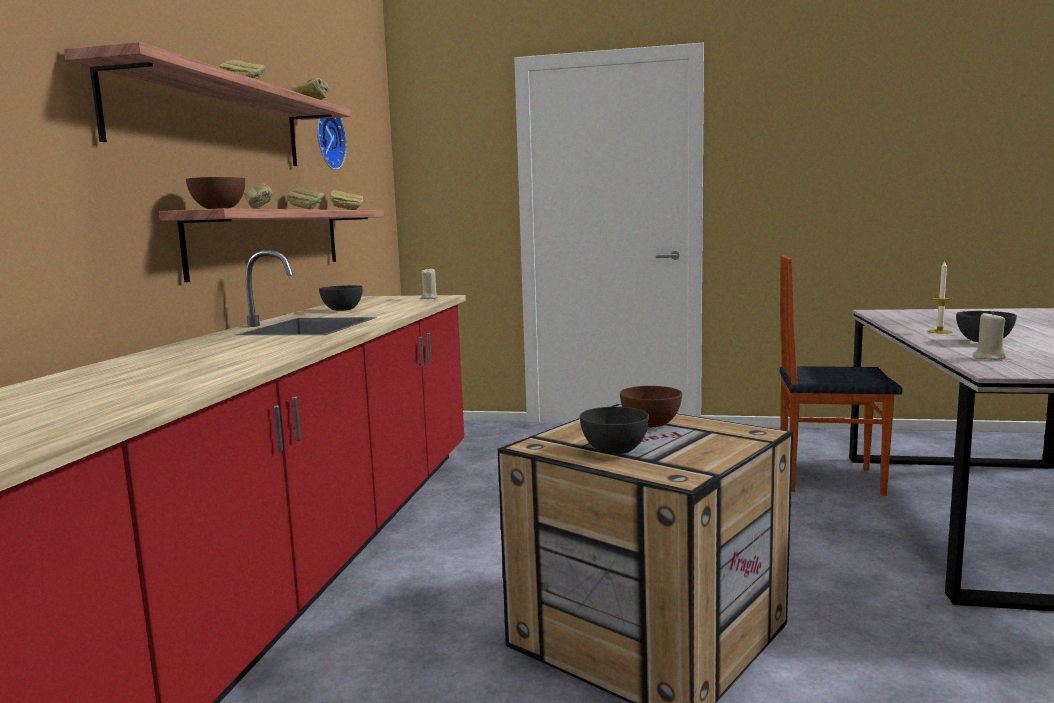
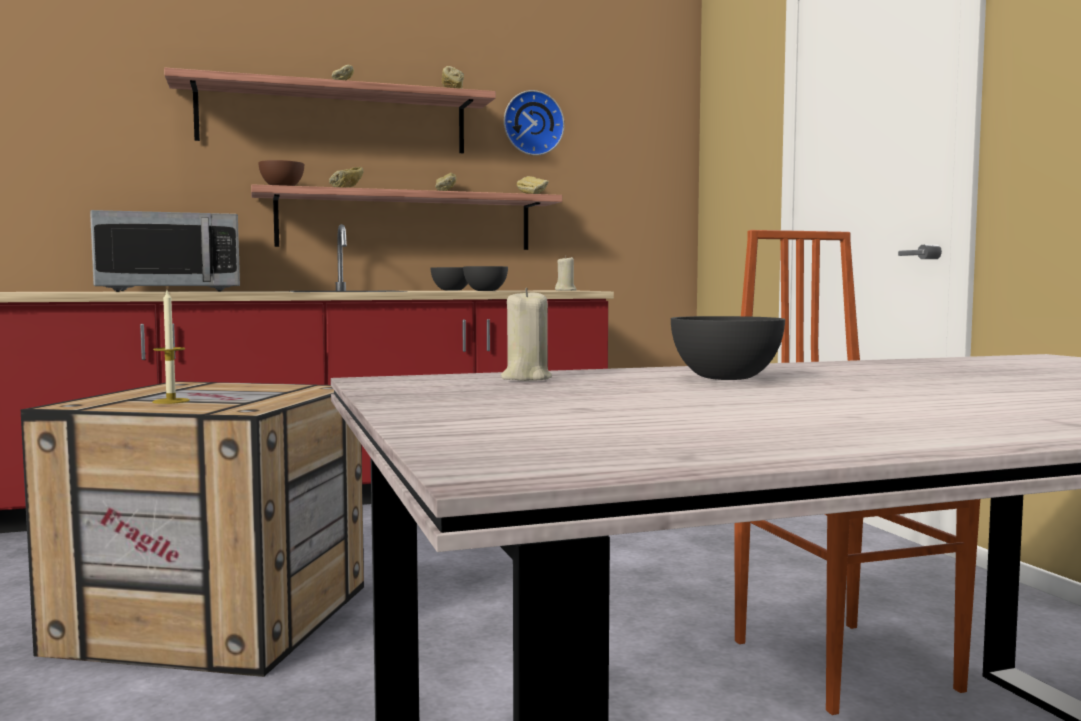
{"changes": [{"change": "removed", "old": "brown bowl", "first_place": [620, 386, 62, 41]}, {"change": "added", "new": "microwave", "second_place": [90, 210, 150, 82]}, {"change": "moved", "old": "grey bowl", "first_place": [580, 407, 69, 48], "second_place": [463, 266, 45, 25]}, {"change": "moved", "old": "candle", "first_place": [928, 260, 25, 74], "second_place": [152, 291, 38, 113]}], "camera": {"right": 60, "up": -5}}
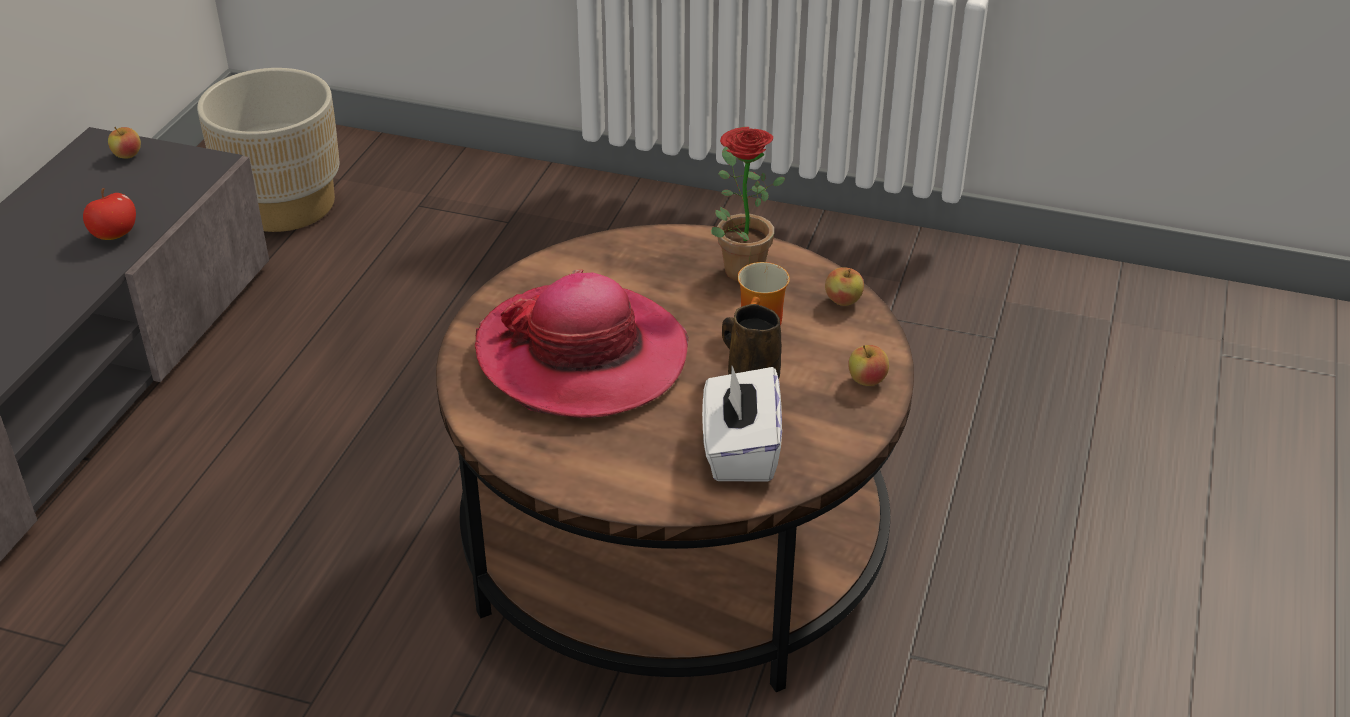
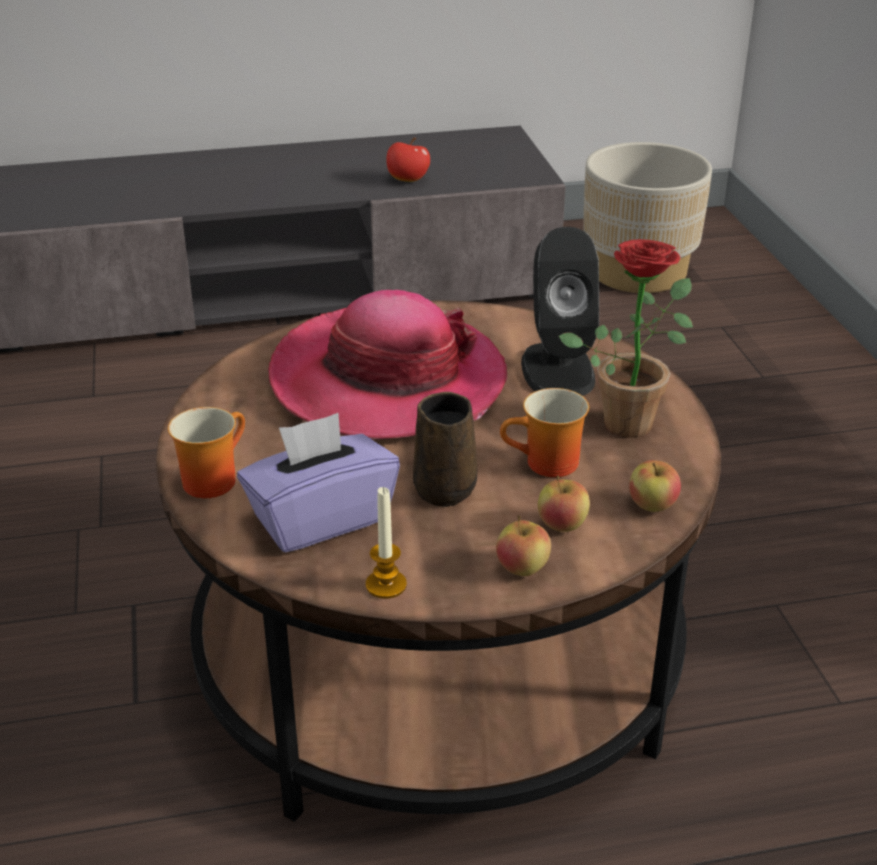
{"changes": [{"change": "added", "new": "mug", "second_place": [168, 407, 77, 91]}, {"change": "added", "new": "candle", "second_place": [366, 487, 41, 112]}, {"change": "added", "new": "black speaker", "second_place": [521, 227, 78, 169]}, {"change": "moved", "old": "apple", "first_place": [108, 127, 33, 31], "second_place": [538, 475, 52, 57]}, {"change": "recoloured", "old": "white tissue box", "new": "purple tissue box", "first_place": [702, 366, 80, 116], "second_place": [237, 413, 163, 139]}], "camera": {"right": 60, "up": -5}}
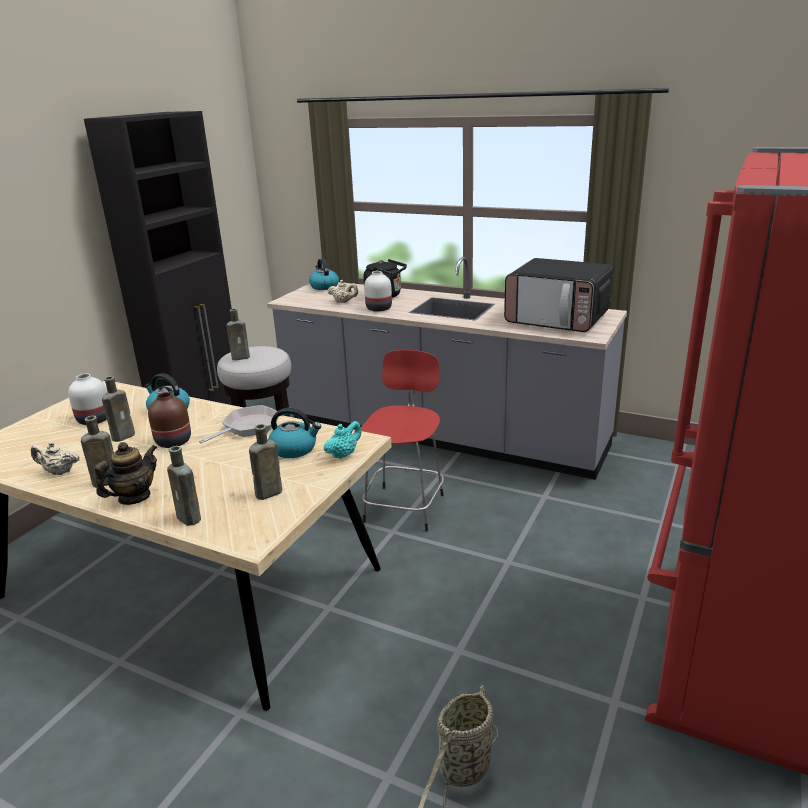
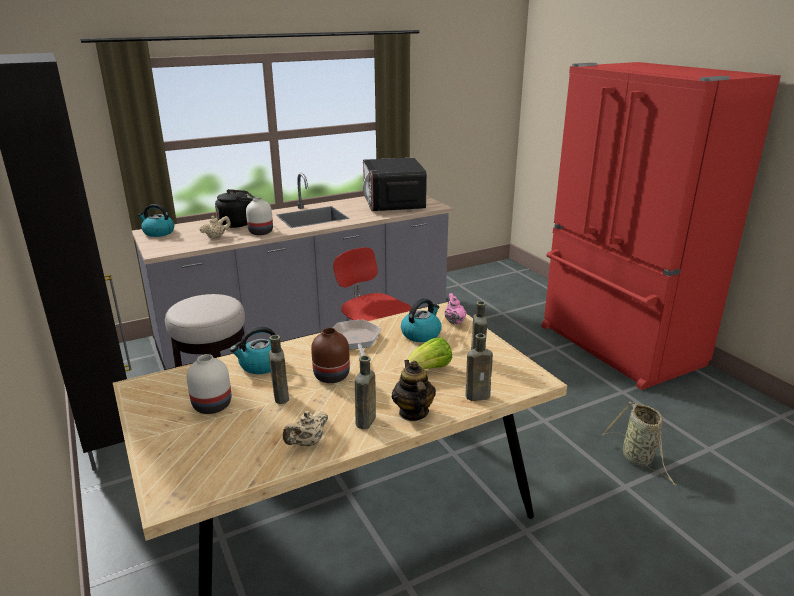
{"changes": [{"change": "removed", "old": "brown bottle", "first_place": [226, 309, 24, 51]}, {"change": "added", "new": "lettuce", "second_place": [408, 337, 45, 32]}, {"change": "recoloured", "old": "turquoise teapot", "new": "pink teapot", "first_place": [324, 421, 38, 38], "second_place": [444, 293, 22, 32]}, {"change": "turned", "old": "microwave", "first_place": [504, 258, 109, 74], "second_place": [363, 157, 64, 54], "degrees": 105}], "camera": {"right": -55, "up": 0}}
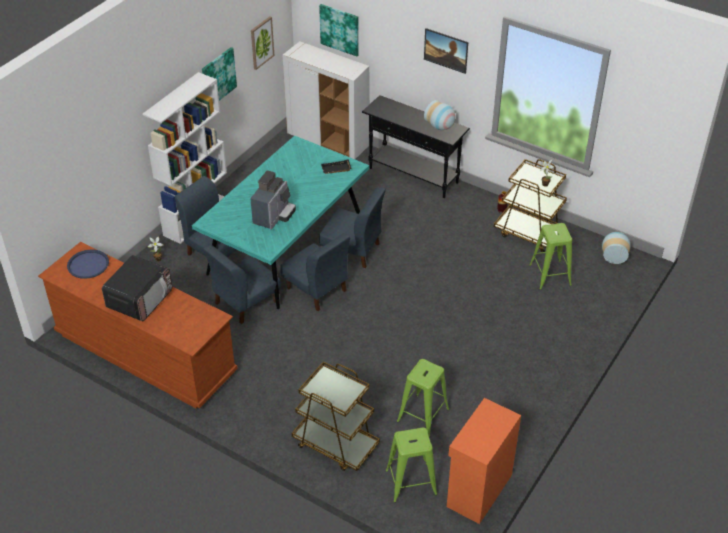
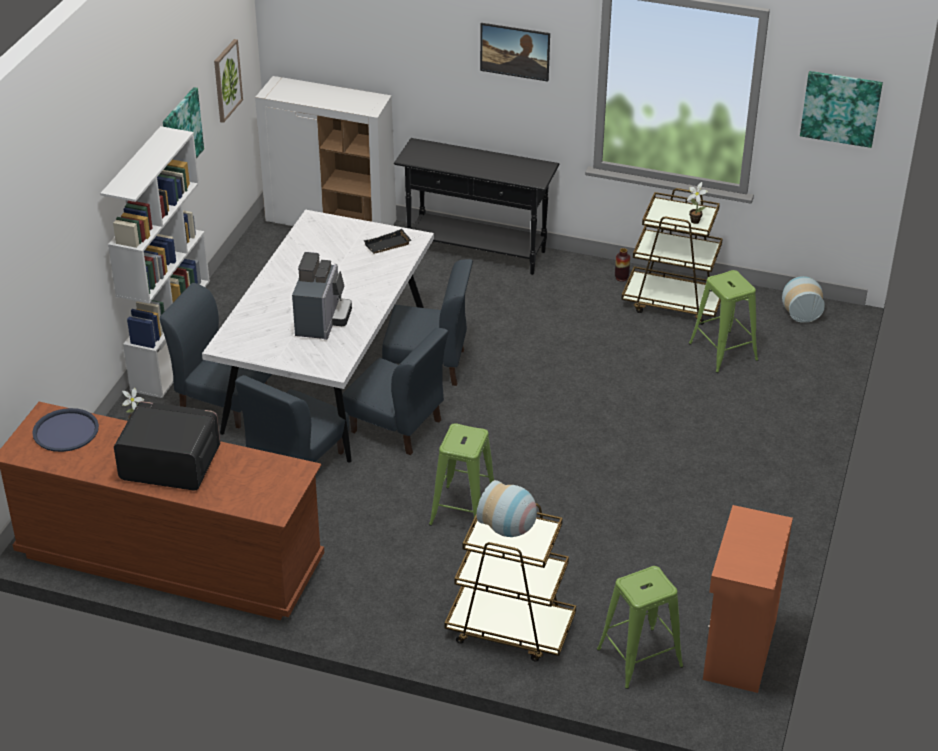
{"changes": [{"change": "moved", "old": "picture", "first_place": [319, 4, 40, 53], "second_place": [800, 71, 83, 77]}, {"change": "moved", "old": "green stool", "first_place": [397, 359, 52, 78], "second_place": [429, 423, 65, 103]}, {"change": "moved", "old": "vase", "first_place": [424, 100, 32, 30], "second_place": [477, 480, 60, 57]}, {"change": "recoloured", "old": "turquoise dining table", "new": "white dining table", "first_place": [192, 135, 177, 174], "second_place": [202, 210, 232, 253]}, {"change": "turned", "old": "microwave", "first_place": [102, 255, 70, 66], "second_place": [114, 401, 106, 90], "degrees": -90}], "camera": {"right": -15, "up": -5}}
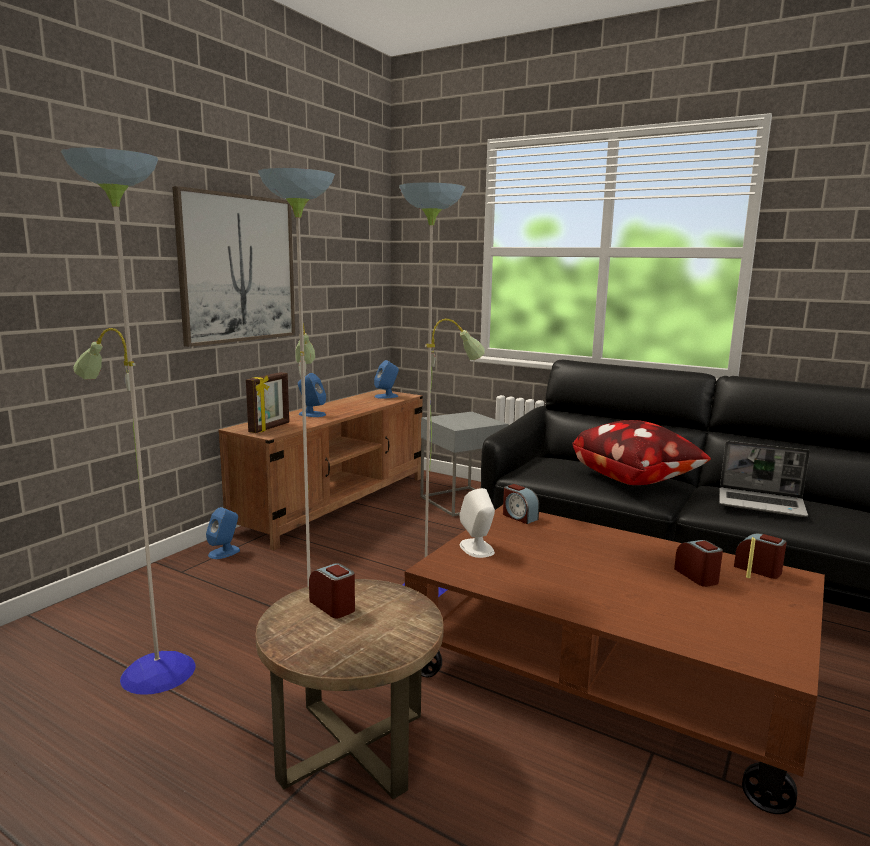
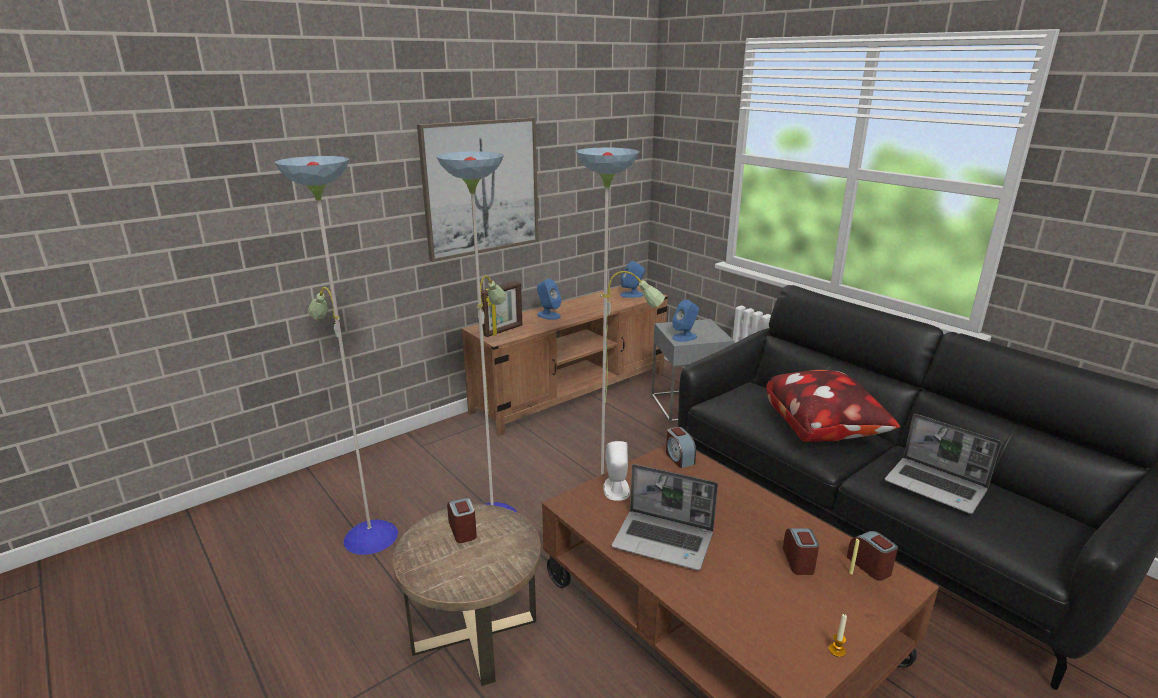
{"changes": [{"change": "added", "new": "laptop", "second_place": [612, 464, 106, 106]}, {"change": "added", "new": "candle", "second_place": [829, 614, 18, 43]}, {"change": "moved", "old": "blue speaker", "first_place": [206, 507, 34, 52], "second_place": [672, 300, 27, 42]}], "camera": {"right": 20, "up": 10}}
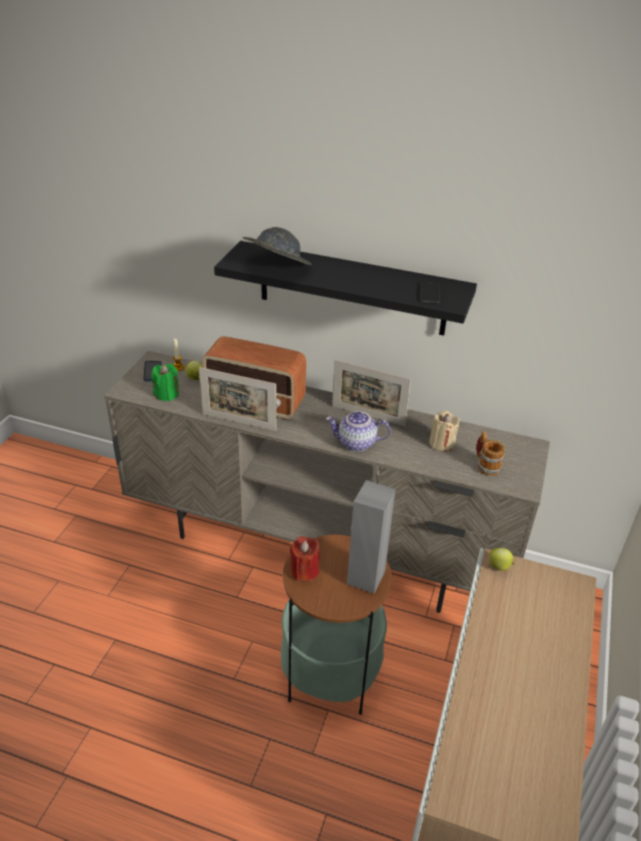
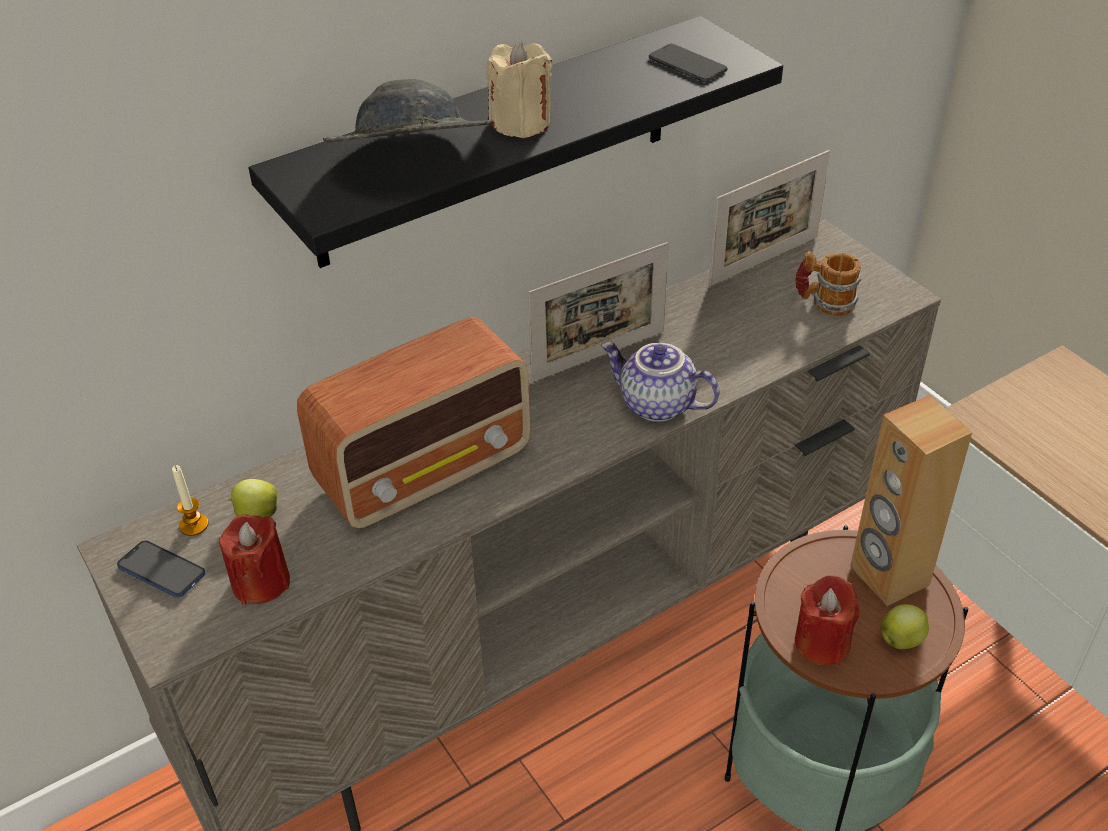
{"changes": [{"change": "moved", "old": "picture frame", "first_place": [199, 367, 77, 64], "second_place": [709, 150, 121, 136]}, {"change": "moved", "old": "beige candle", "first_place": [429, 411, 31, 40], "second_place": [487, 41, 66, 97]}, {"change": "moved", "old": "apple", "first_place": [489, 548, 26, 23], "second_place": [880, 604, 49, 45]}, {"change": "recoloured", "old": "green candle", "new": "red candle", "first_place": [151, 364, 28, 37], "second_place": [219, 514, 71, 91]}, {"change": "recoloured", "old": "grey speaker", "new": "brown speaker", "first_place": [347, 480, 49, 114], "second_place": [850, 395, 122, 211]}, {"change": "turned", "old": "teapot", "first_place": [326, 411, 65, 41], "second_place": [601, 341, 119, 81], "degrees": 75}], "camera": {"right": -50, "up": 5}}
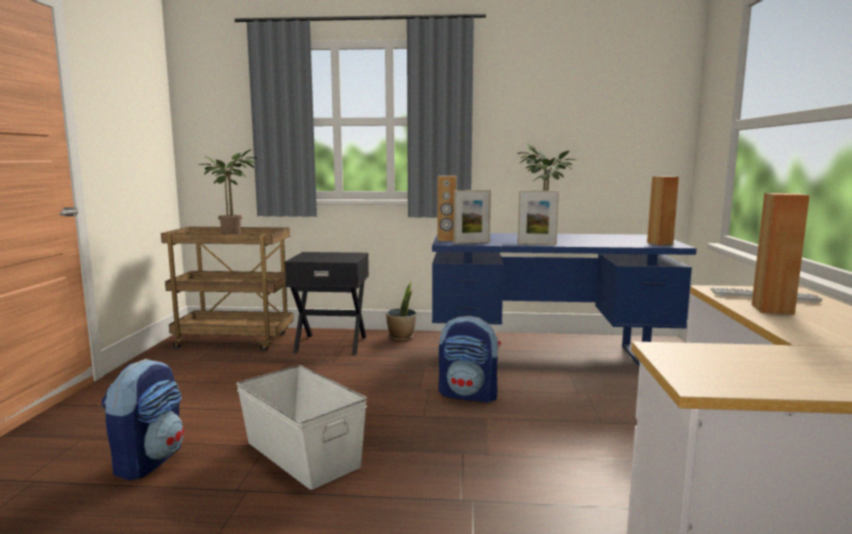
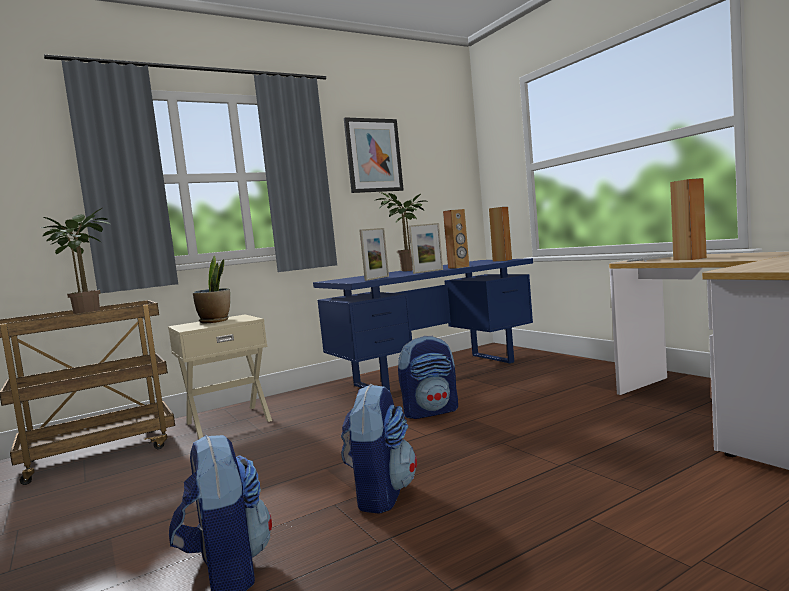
{"changes": [{"change": "added", "new": "picture", "second_place": [344, 117, 60, 76]}, {"change": "moved", "old": "potted plant", "first_place": [386, 283, 30, 58], "second_place": [193, 256, 37, 67]}, {"change": "moved", "old": "brown speaker", "first_place": [438, 176, 19, 65], "second_place": [443, 209, 26, 59]}, {"change": "replaced", "old": "white storage box", "new": "backpack", "first_place": [236, 365, 131, 125], "second_place": [341, 384, 76, 130]}, {"change": "recoloured", "old": "black nightstand", "new": "beige nightstand", "first_place": [285, 252, 84, 103], "second_place": [168, 315, 104, 124]}], "camera": {"right": -35, "up": -5}}
